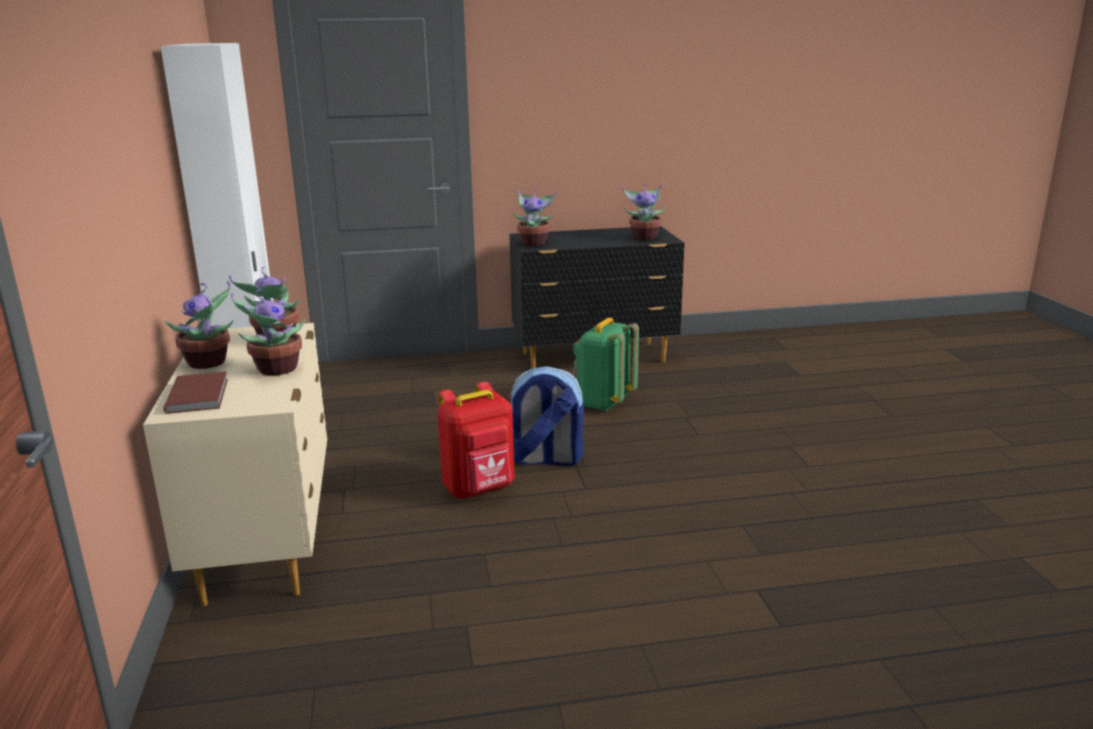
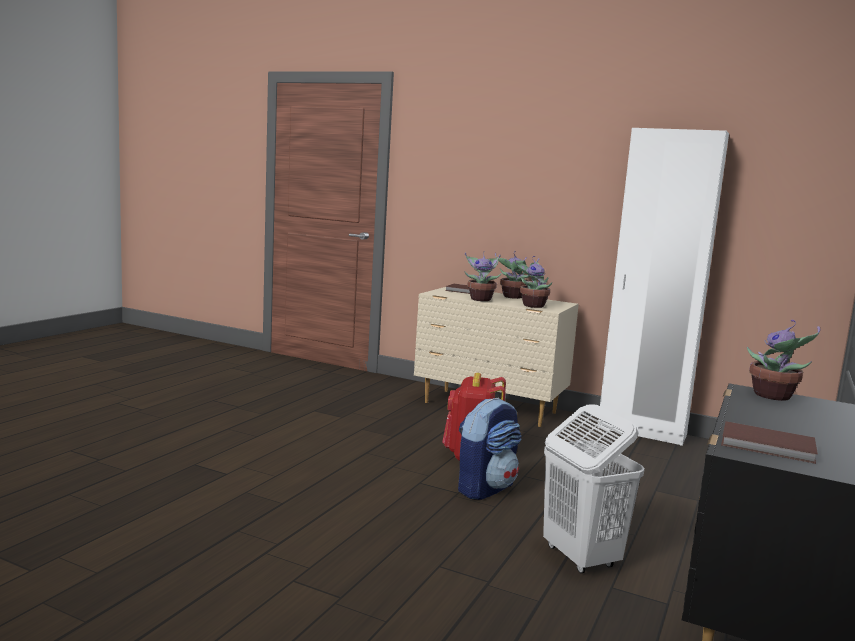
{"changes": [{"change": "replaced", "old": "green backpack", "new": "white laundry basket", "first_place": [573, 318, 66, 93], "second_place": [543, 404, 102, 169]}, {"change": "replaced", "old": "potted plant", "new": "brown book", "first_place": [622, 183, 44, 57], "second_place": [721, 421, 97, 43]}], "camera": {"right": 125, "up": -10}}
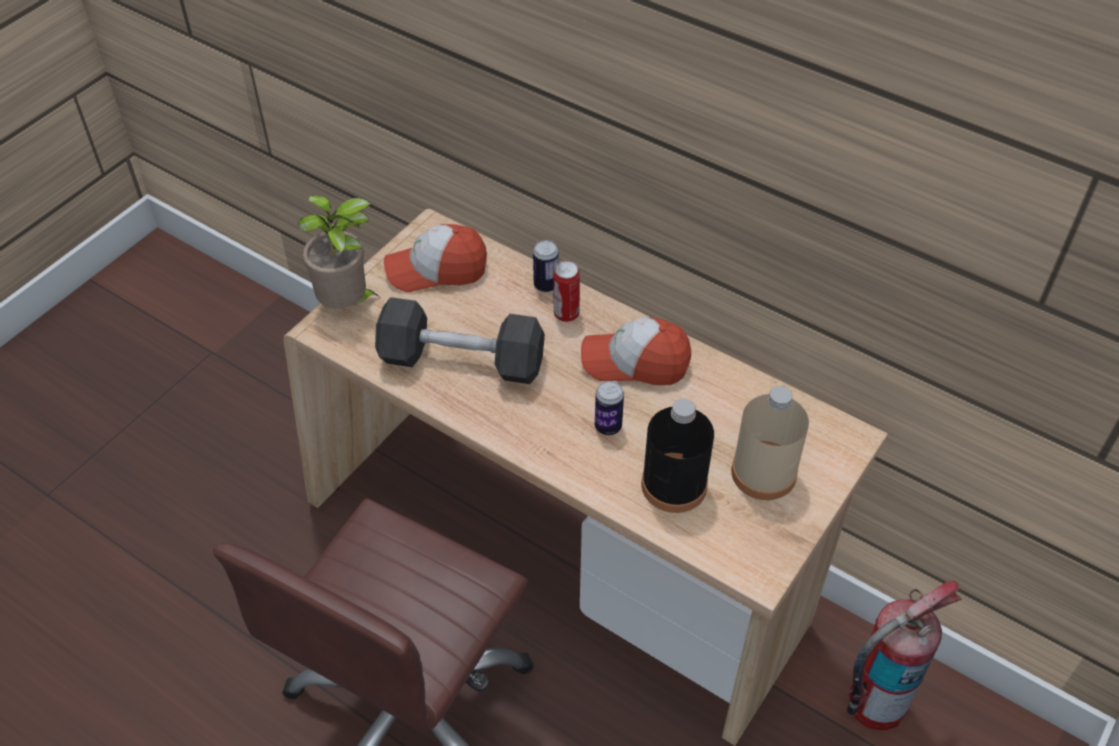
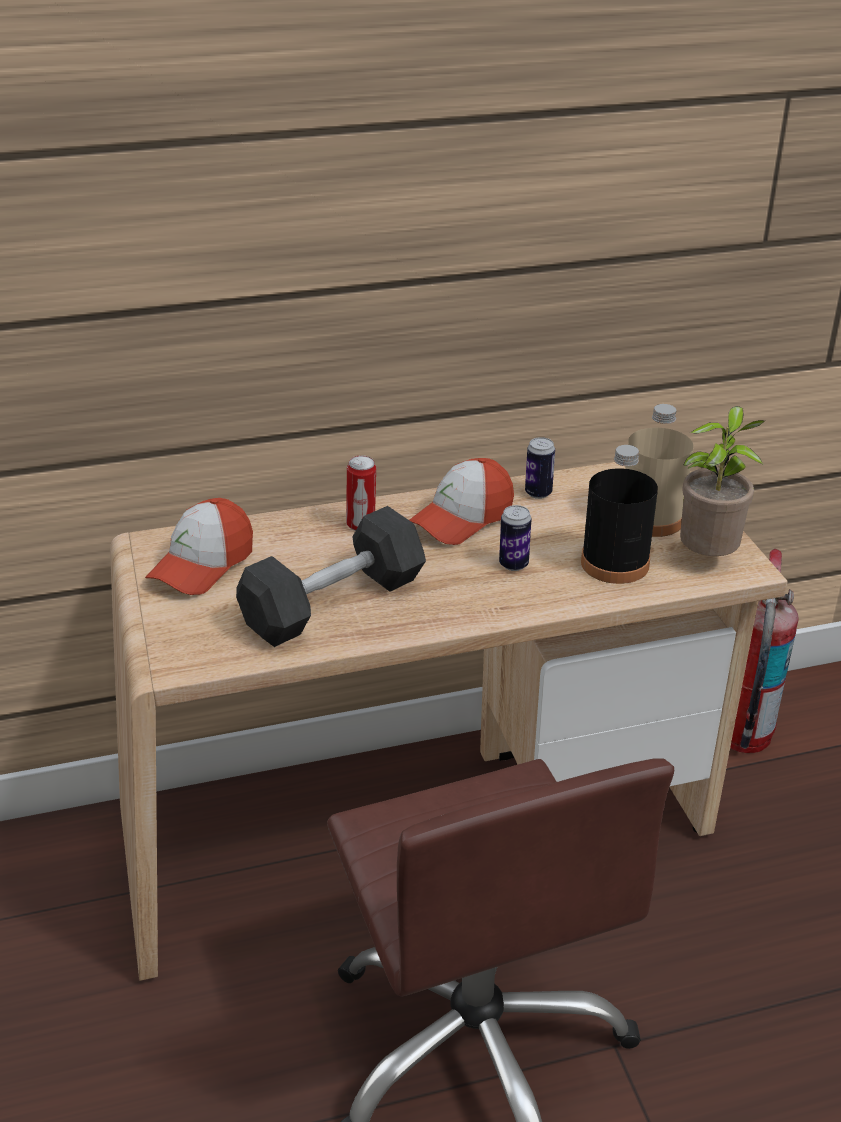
{"changes": [{"change": "moved", "old": "potted plant", "first_place": [298, 196, 81, 112], "second_place": [680, 406, 86, 150]}, {"change": "moved", "old": "can", "first_place": [533, 240, 26, 52], "second_place": [525, 437, 30, 62]}], "camera": {"right": -50, "up": -15}}
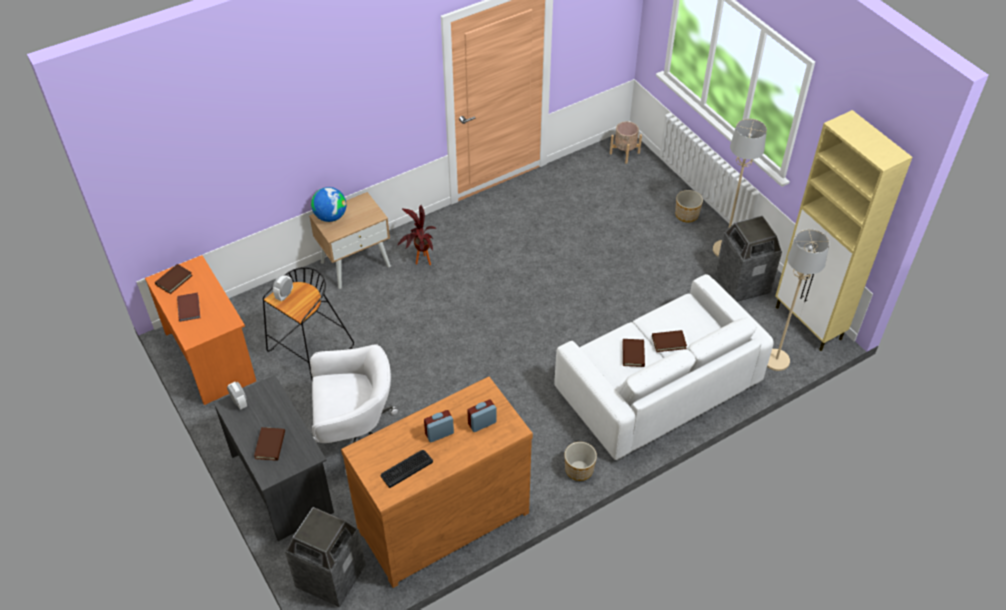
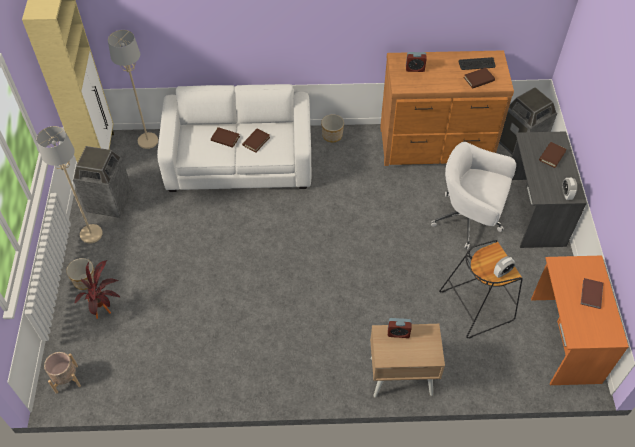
{"changes": [{"change": "removed", "old": "globe", "first_place": [311, 187, 35, 35]}, {"change": "moved", "old": "brown book", "first_place": [155, 264, 38, 30], "second_place": [464, 68, 31, 21]}, {"change": "moved", "old": "potted plant", "first_place": [397, 205, 39, 60], "second_place": [74, 260, 47, 59]}, {"change": "moved", "old": "alarm clock", "first_place": [424, 410, 30, 32], "second_place": [388, 318, 24, 20]}], "camera": {"right": -150, "up": 5}}
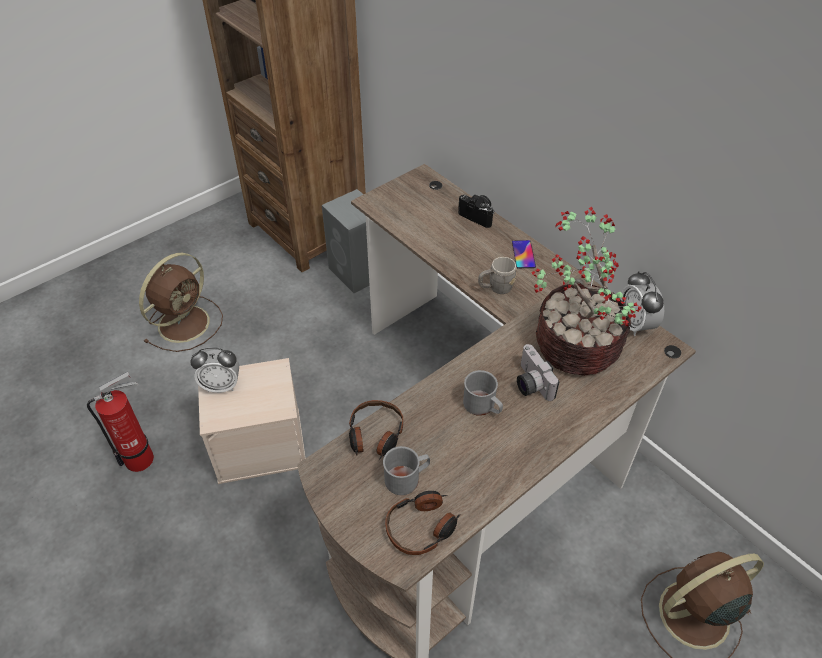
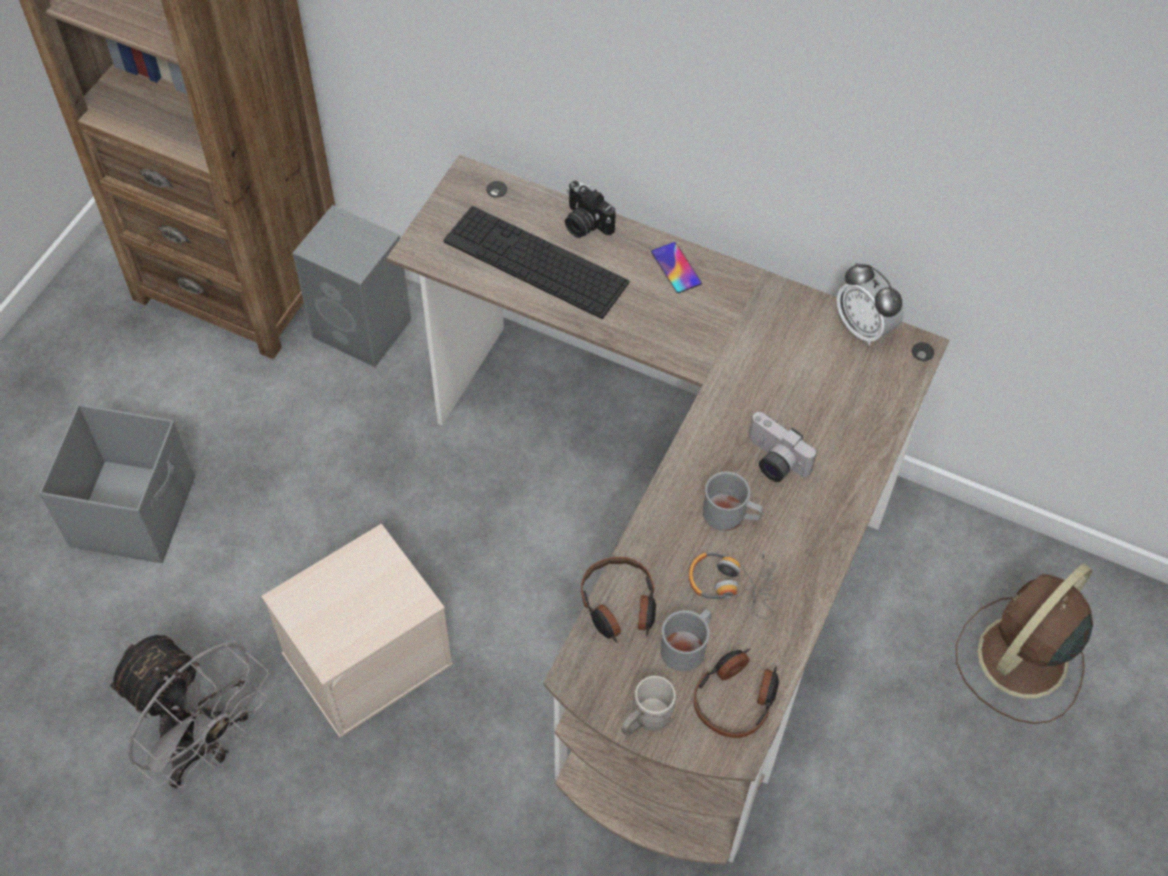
{"changes": [{"change": "removed", "old": "alarm clock", "first_place": [191, 347, 48, 46]}, {"change": "removed", "old": "potted plant", "first_place": [531, 207, 111, 169]}, {"change": "added", "new": "keyboard", "second_place": [444, 206, 186, 113]}, {"change": "added", "new": "headphones", "second_place": [689, 551, 89, 68]}, {"change": "moved", "old": "grey mug", "first_place": [478, 257, 39, 37], "second_place": [621, 676, 56, 60]}, {"change": "replaced", "old": "fire extinguisher", "new": "grey fan", "first_place": [87, 372, 67, 100], "second_place": [108, 633, 161, 156]}, {"change": "replaced", "old": "brown fan", "new": "grey storage box", "first_place": [139, 253, 84, 99], "second_place": [39, 404, 156, 159]}, {"change": "turned", "old": "photo camera", "first_place": [458, 195, 36, 33], "second_place": [565, 181, 51, 57], "degrees": -150}], "camera": {"right": -25, "up": 10}}
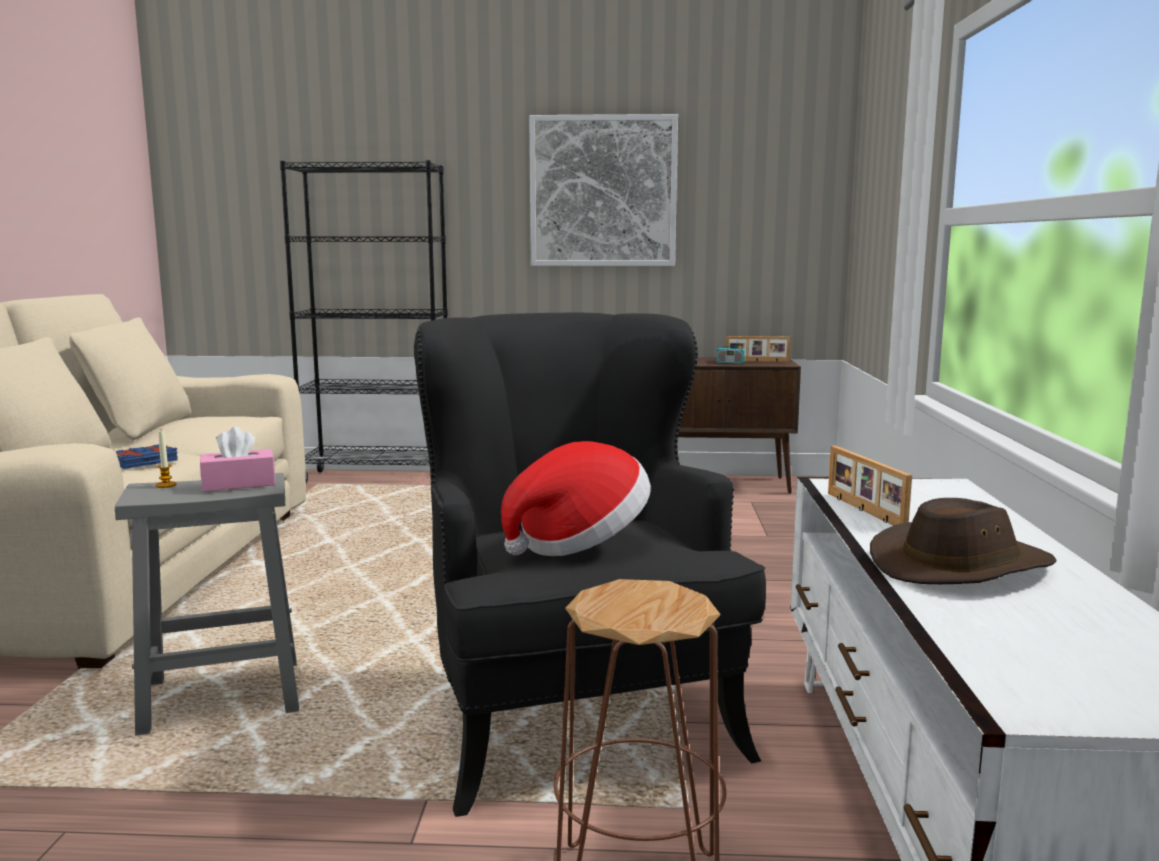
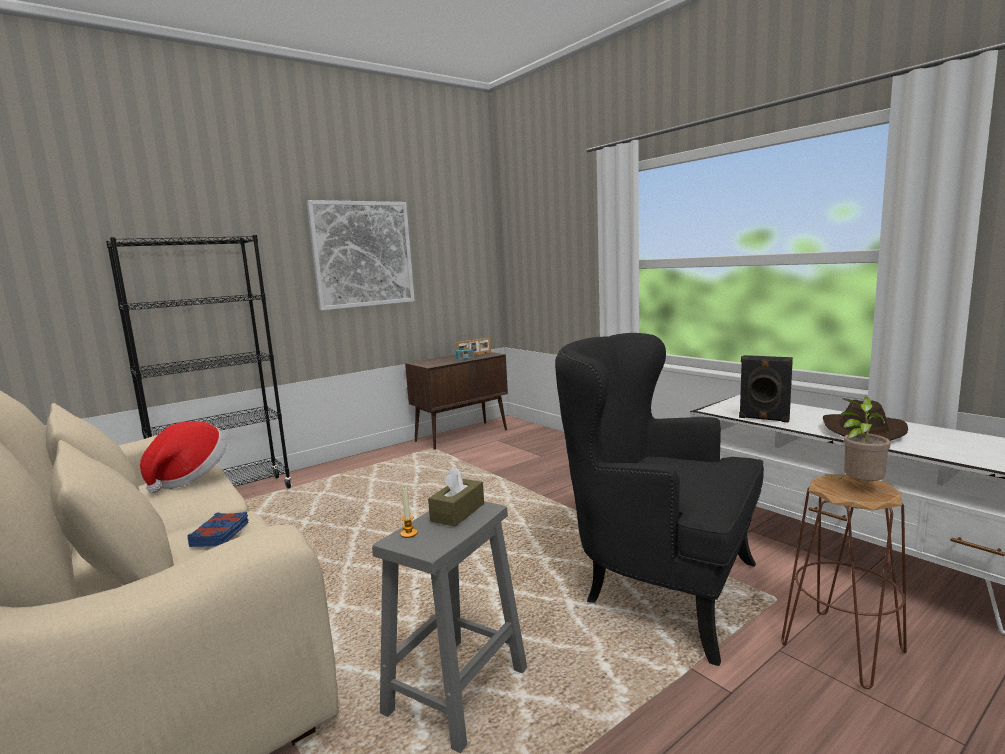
{"changes": [{"change": "added", "new": "potted plant", "second_place": [840, 397, 51, 84]}, {"change": "moved", "old": "hat", "first_place": [501, 441, 150, 115], "second_place": [140, 421, 87, 72]}, {"change": "replaced", "old": "picture frame", "new": "black speaker", "first_place": [828, 445, 84, 81], "second_place": [739, 355, 54, 68]}, {"change": "recoloured", "old": "pink tissue box", "new": "brown tissue box", "first_place": [200, 427, 75, 65], "second_place": [428, 467, 56, 60]}], "camera": {"right": -40, "up": 0}}
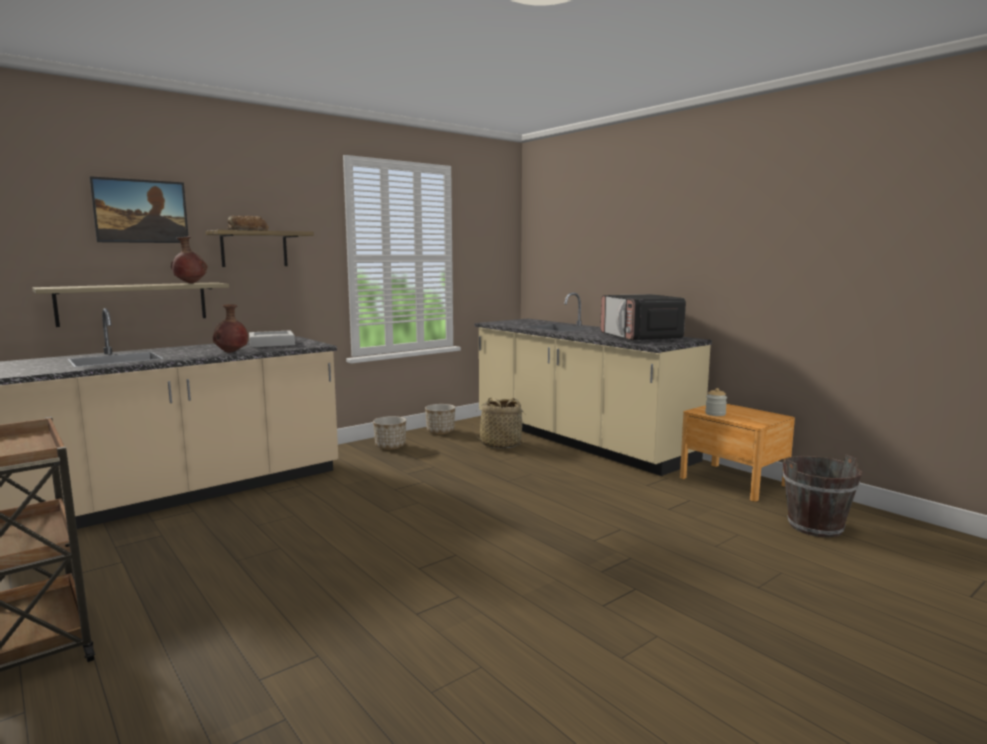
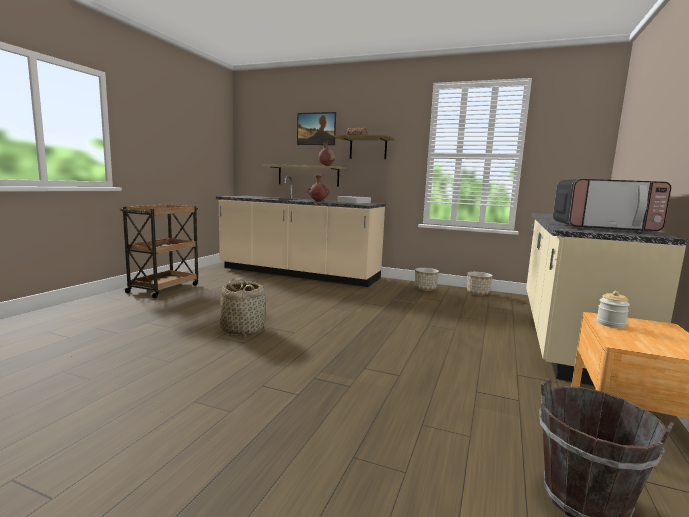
{"changes": [{"change": "moved", "old": "basket", "first_place": [472, 398, 55, 51], "second_place": [219, 277, 47, 59]}, {"change": "turned", "old": "microwave", "first_place": [600, 294, 86, 47], "second_place": [553, 179, 118, 53], "degrees": -120}], "camera": {"right": 60, "up": 0}}
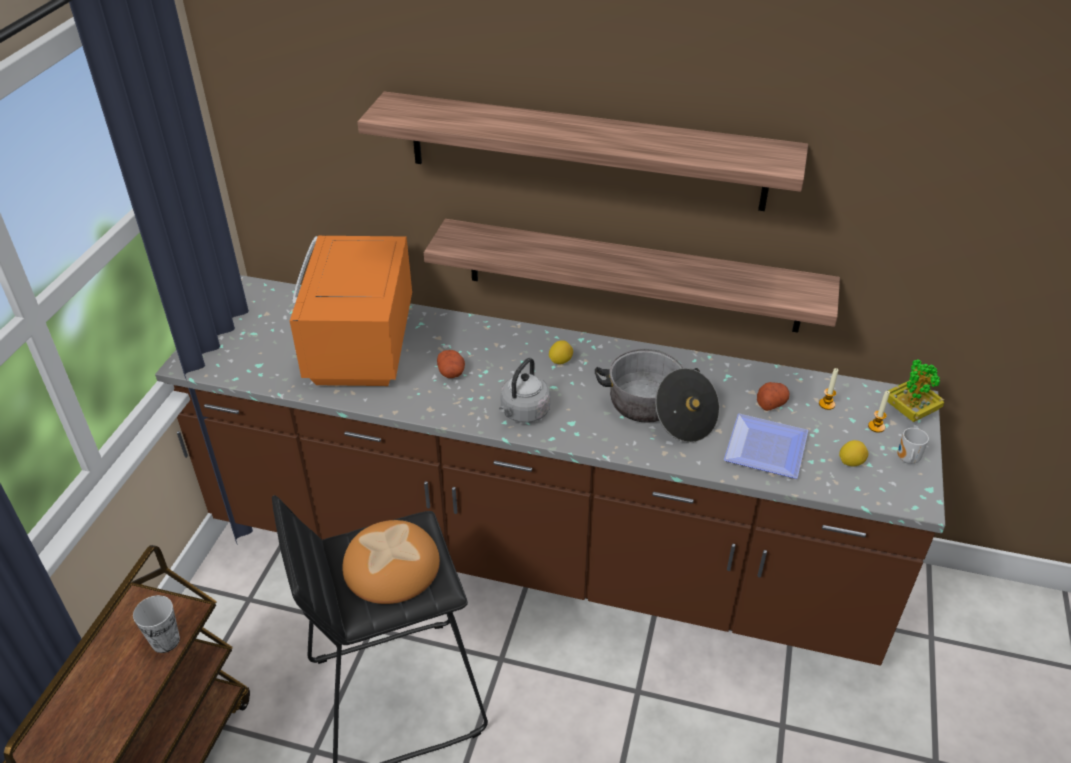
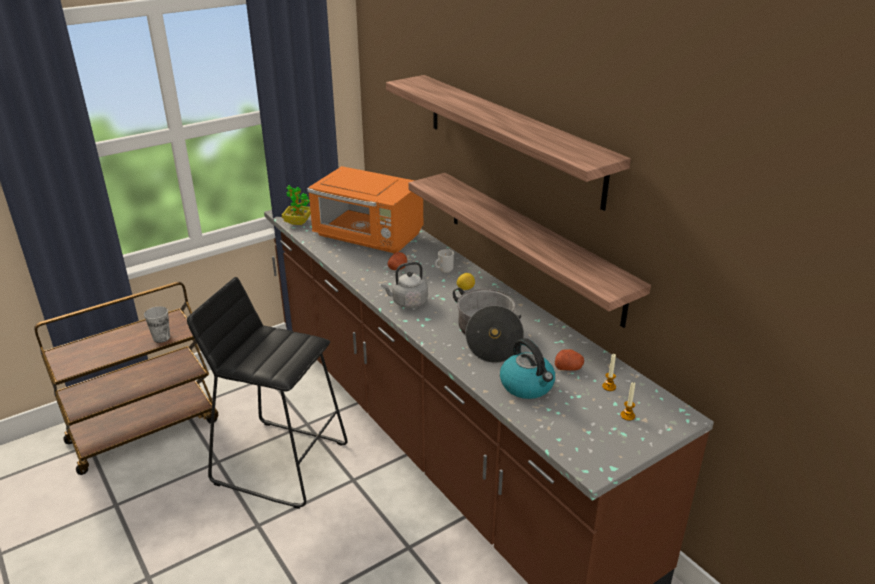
{"changes": [{"change": "removed", "old": "bread", "first_place": [342, 520, 98, 84]}, {"change": "removed", "old": "lemon", "first_place": [839, 440, 29, 27]}, {"change": "moved", "old": "potted plant", "first_place": [887, 359, 57, 63], "second_place": [282, 185, 29, 40]}, {"change": "moved", "old": "mug", "first_place": [897, 428, 32, 36], "second_place": [435, 249, 19, 24]}, {"change": "replaced", "old": "plate", "new": "kettle", "first_place": [724, 414, 84, 65], "second_place": [500, 338, 55, 61]}, {"change": "turned", "old": "orange microwave", "first_place": [290, 236, 122, 150], "second_place": [307, 166, 116, 88], "degrees": -105}], "camera": {"right": 40, "up": -10}}
